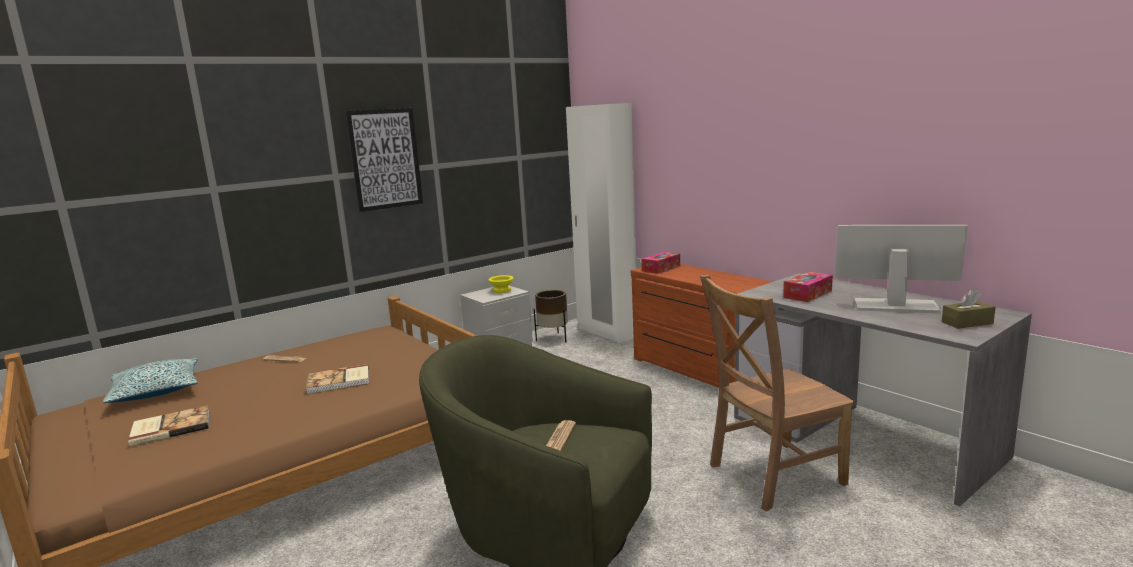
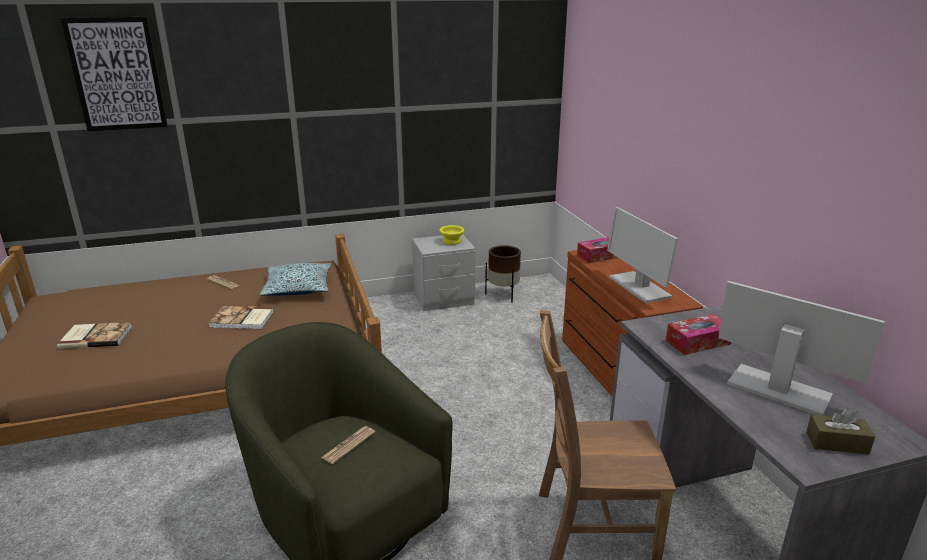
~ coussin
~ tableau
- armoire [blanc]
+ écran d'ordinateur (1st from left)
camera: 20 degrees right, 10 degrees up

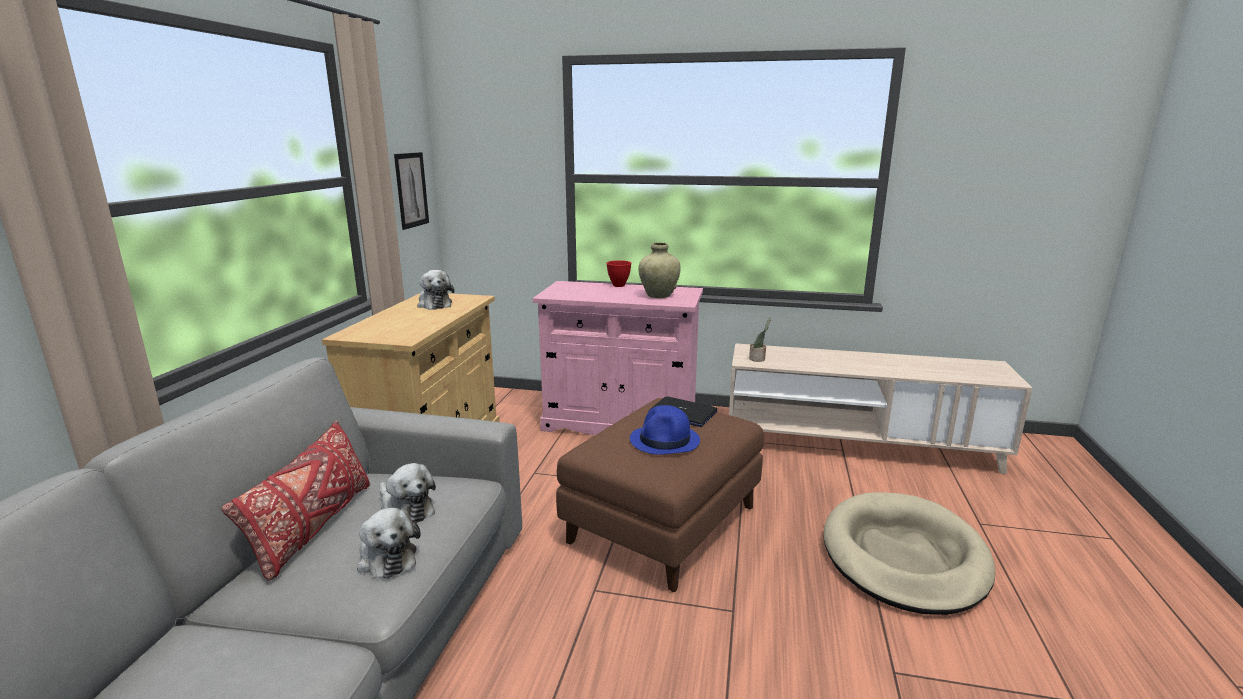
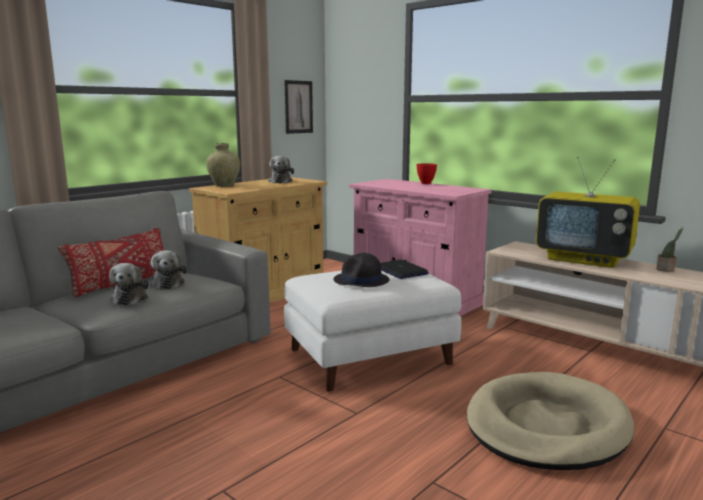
~ pouf [marron] to pouf [blanc]
~ chapeau [bleu] to chapeau [noir]
~ vase [beige]
~ plante en pot
+ téléviseur
camera: 30 degrees right, 5 degrees down

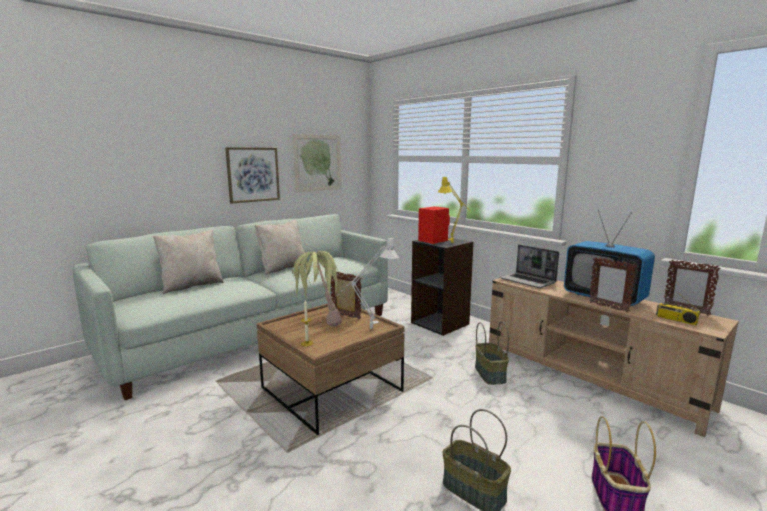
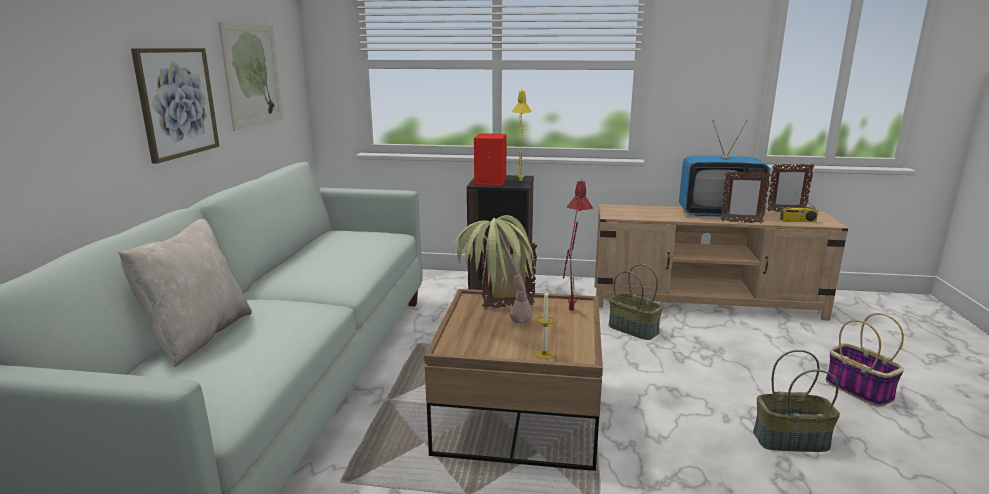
- coussin [beige] (2nd from left)
~ lampe de table [blanc] to lampe de table [rouge]
- ordinateur portable
camera: 40 degrees left, 5 degrees up

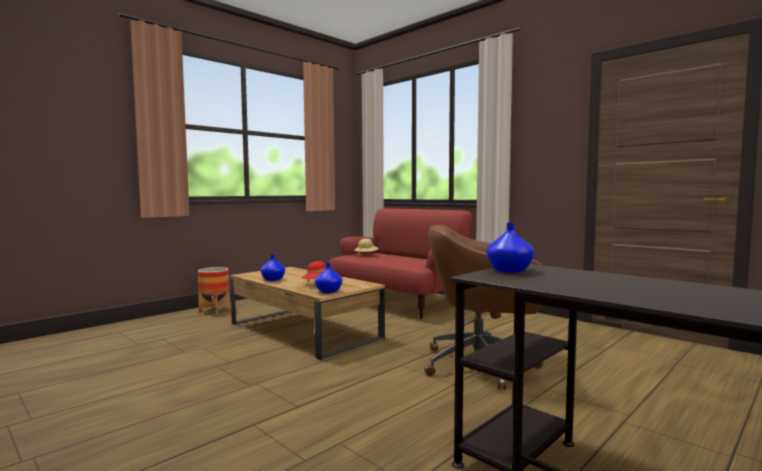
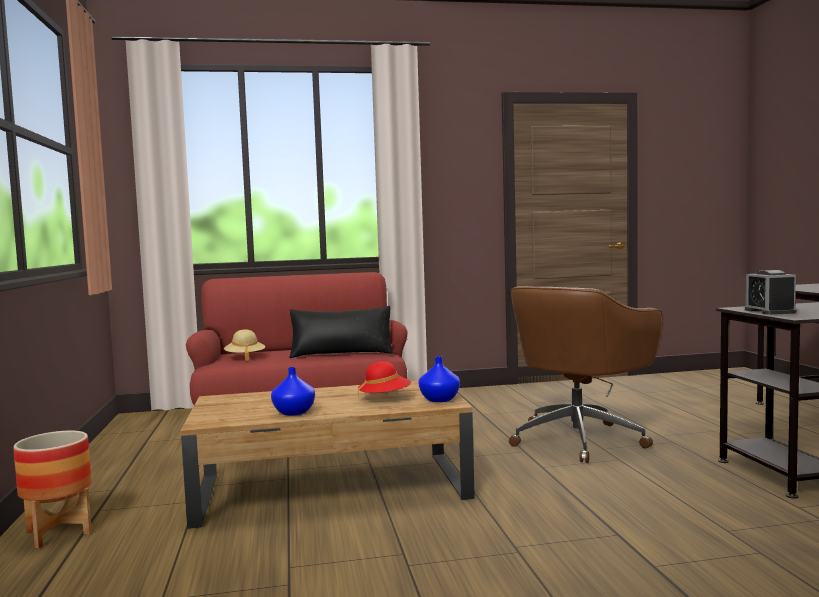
~ vase [bleu] (3rd from left) to réveil
+ coussin [noir]
camera: 55 degrees left, 0 degrees up

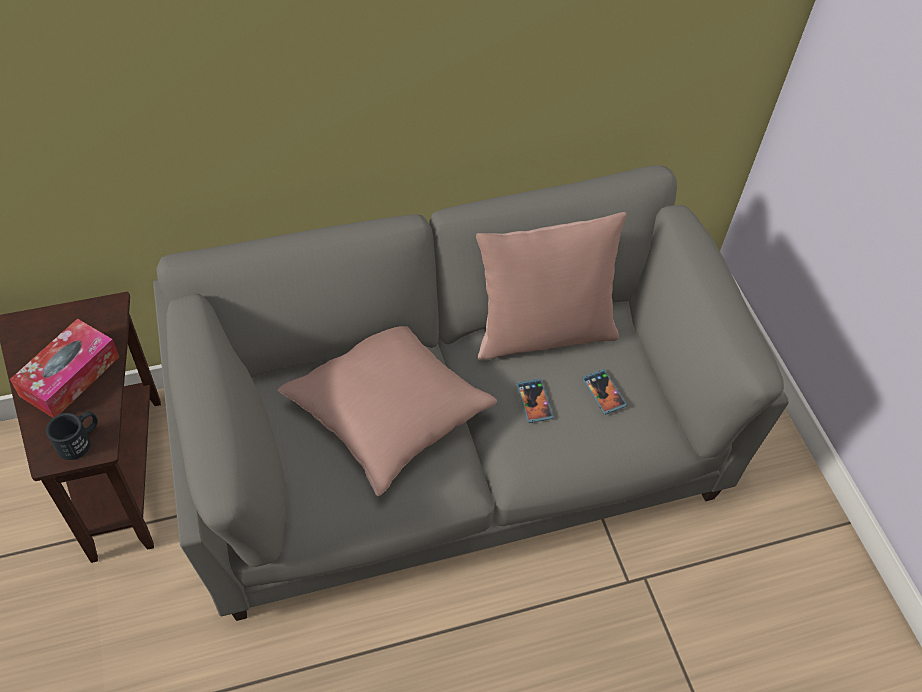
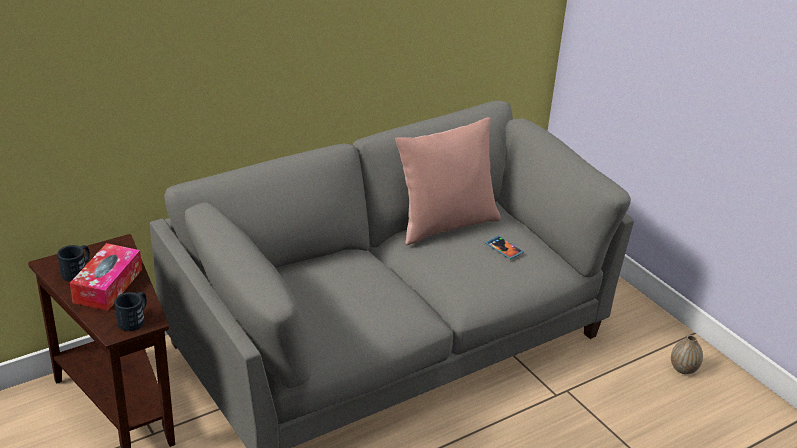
- coussin [rose] (1st from left)
- téléphone (1st from left)
+ mug [noir] (1st from left)
+ vase
camera: 15 degrees left, 20 degrees down

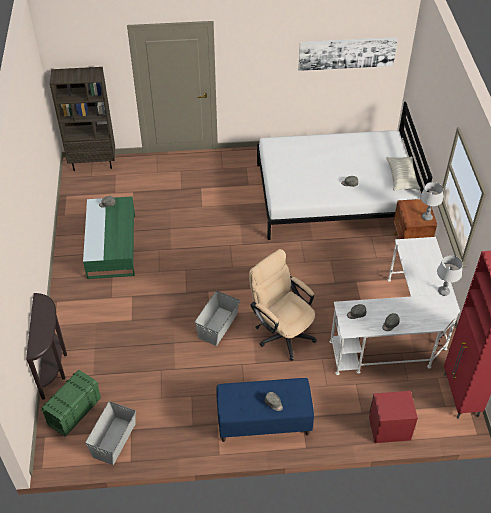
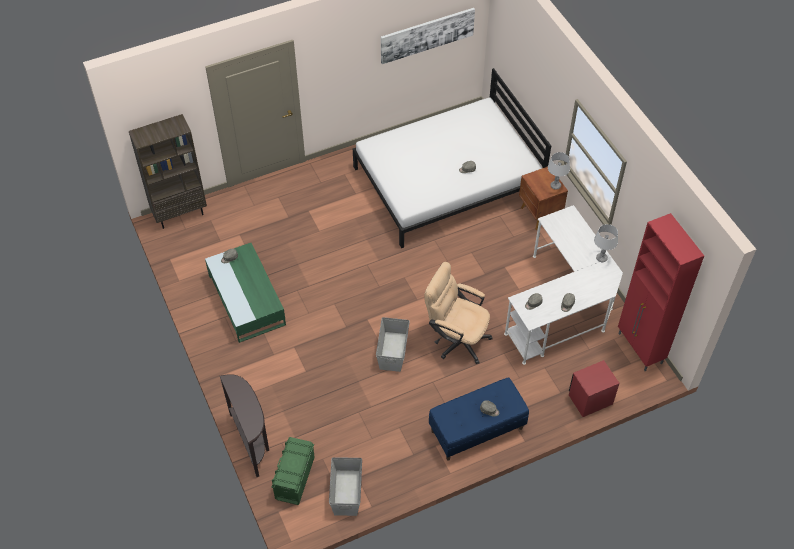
- coussin
camera: 20 degrees left, 5 degrees up

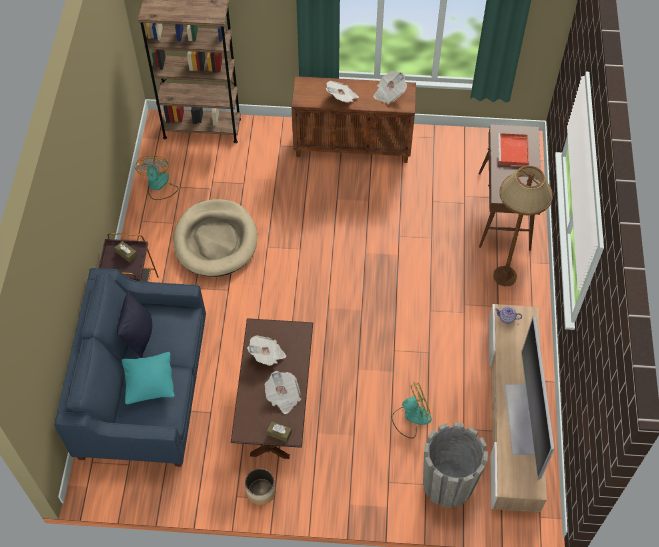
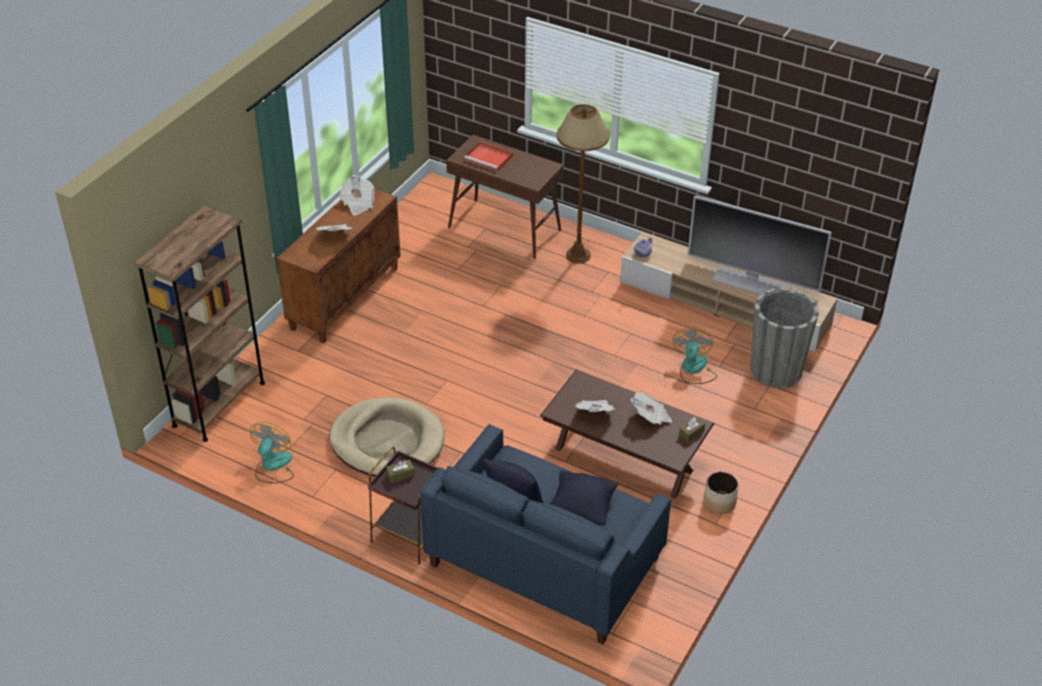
~ coussin [turquoise] to coussin [noir] (2nd from left)
~ ventilateur (1st from left) 90 degrees clockwise
camera: 65 degrees left, 15 degrees down

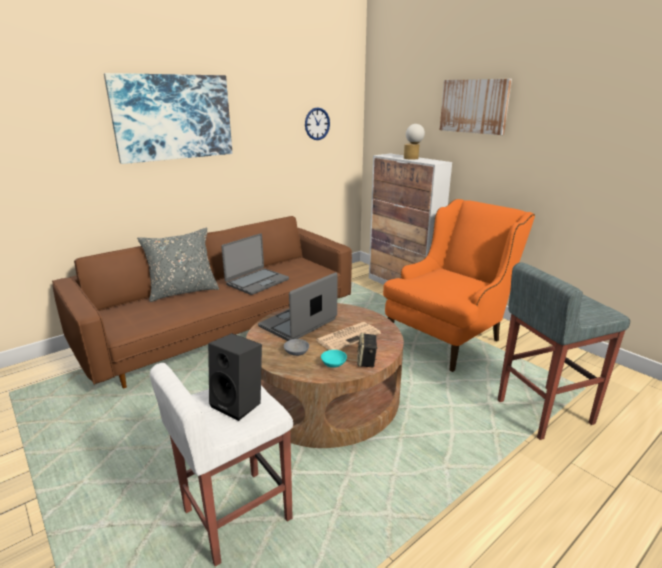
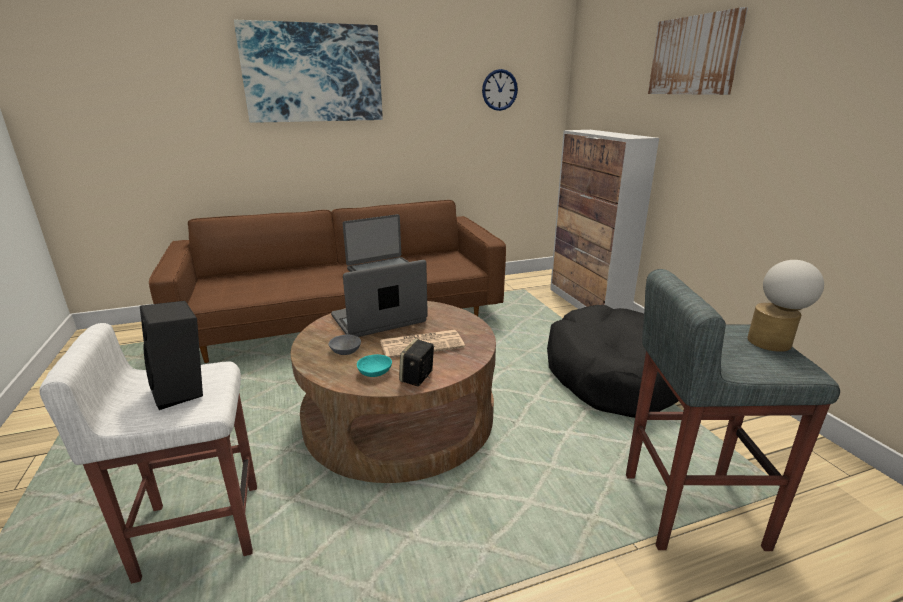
- coussin [gris]
~ fauteuil [orange] to panier pour chien [noir]
~ lampe de table
camera: 20 degrees right, 0 degrees up

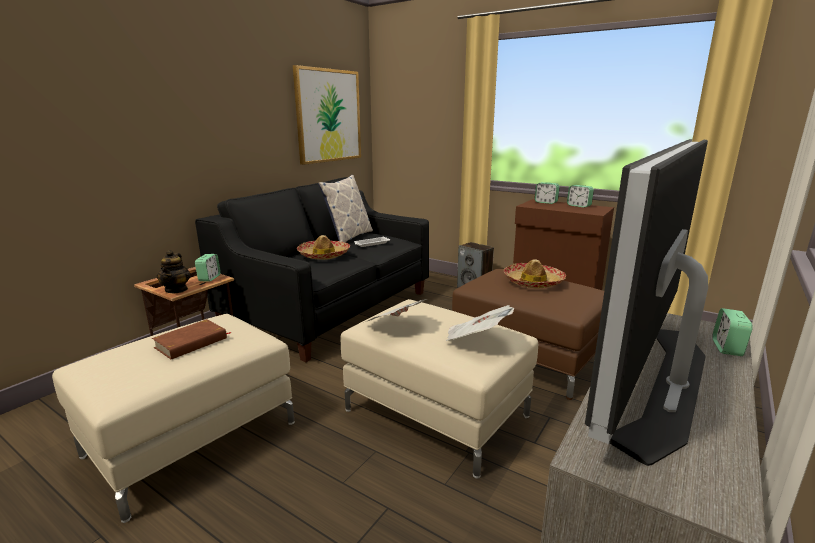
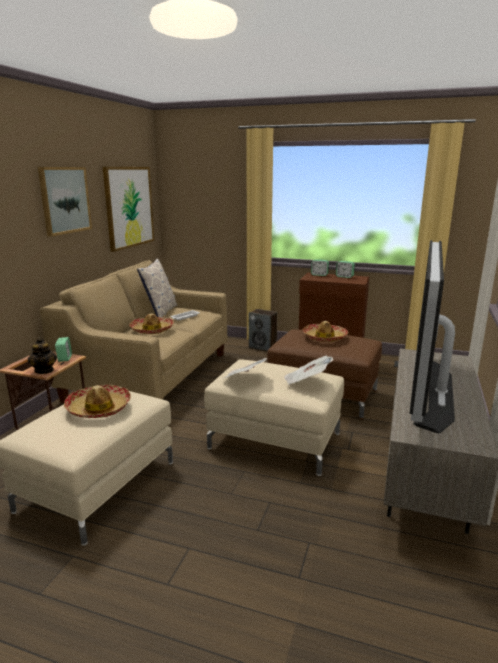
~ livre [marron] to chapeau (1st from left)
~ canapé [noir] to canapé [beige]
- réveil (4th from left)
+ tableau (1st from left)
camera: 15 degrees left, 0 degrees up

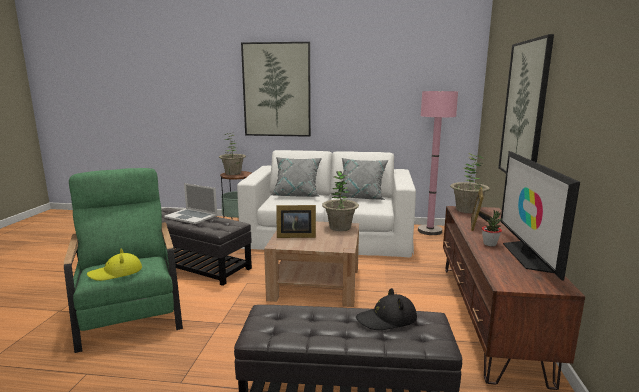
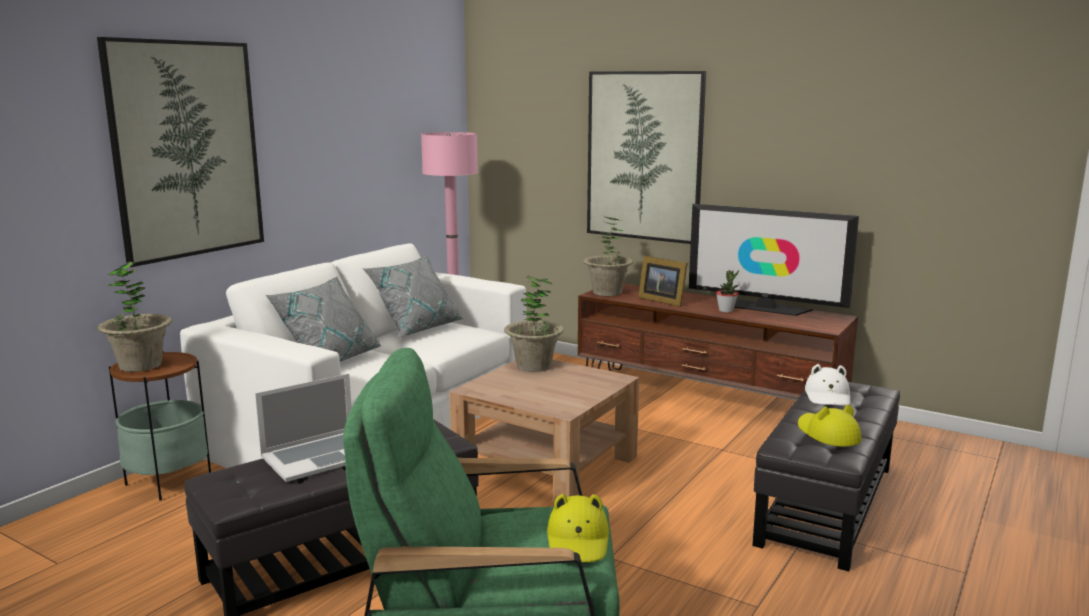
- cadre photo (1st from left)
~ chapeau [noir] to chapeau [blanc]
+ chapeau [jaune] (2nd from left)
camera: 65 degrees left, 0 degrees up

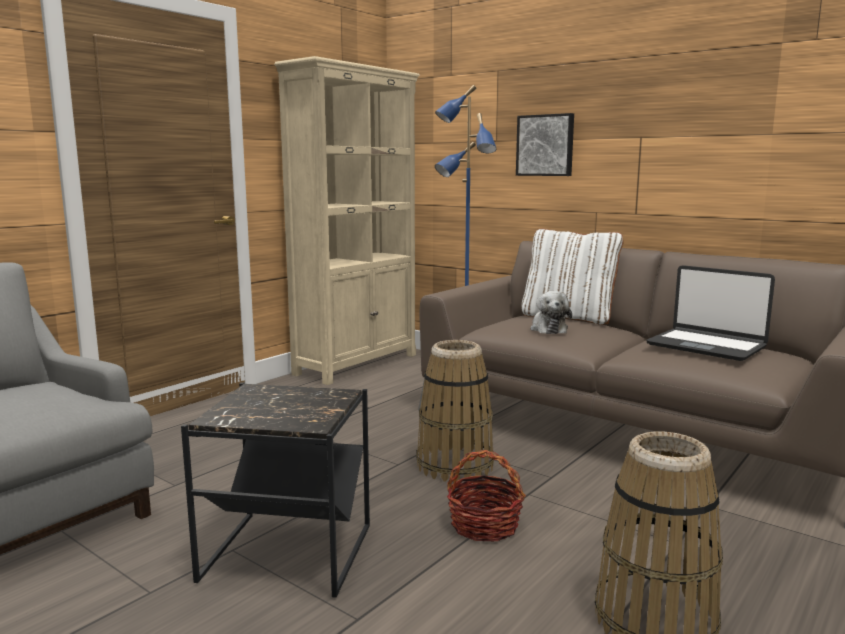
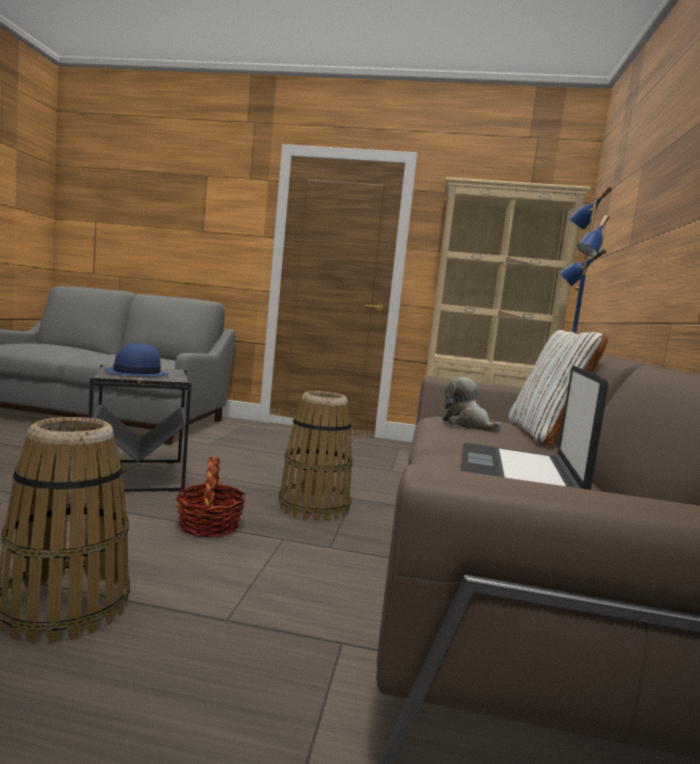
- tableau
~ peluche 90 degrees clockwise
+ chapeau [bleu]
camera: 60 degrees right, 5 degrees down

